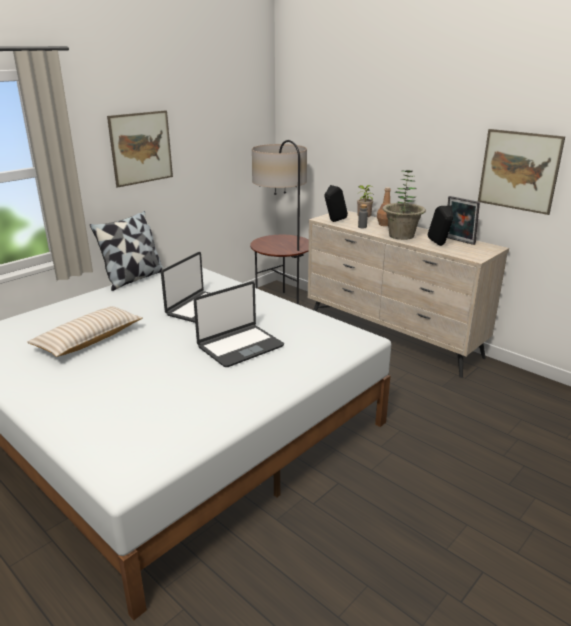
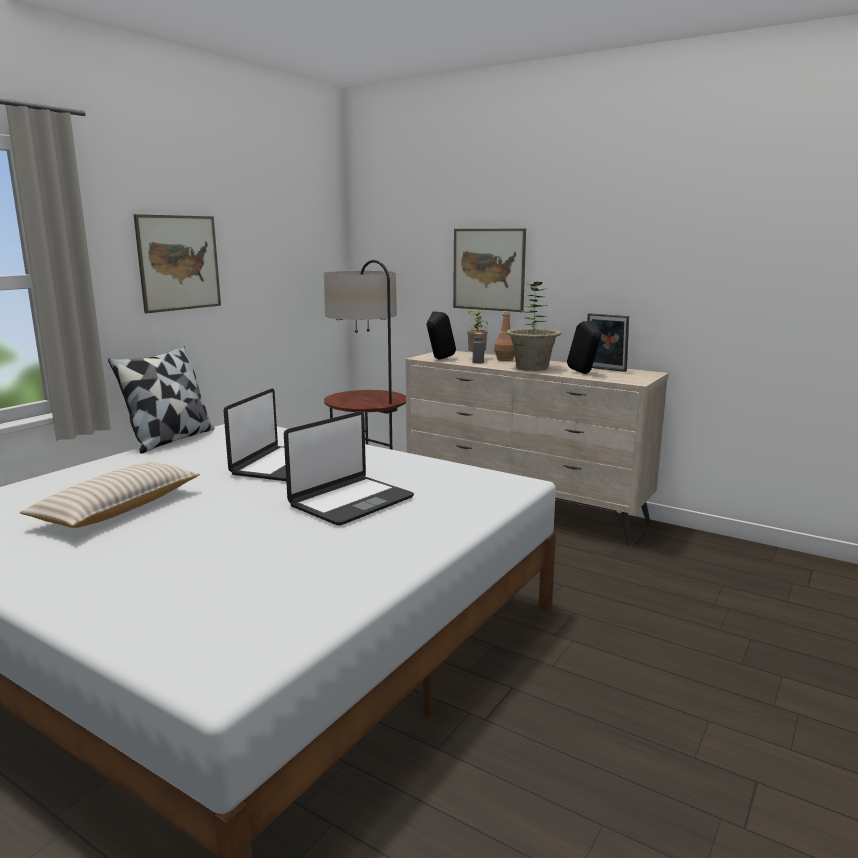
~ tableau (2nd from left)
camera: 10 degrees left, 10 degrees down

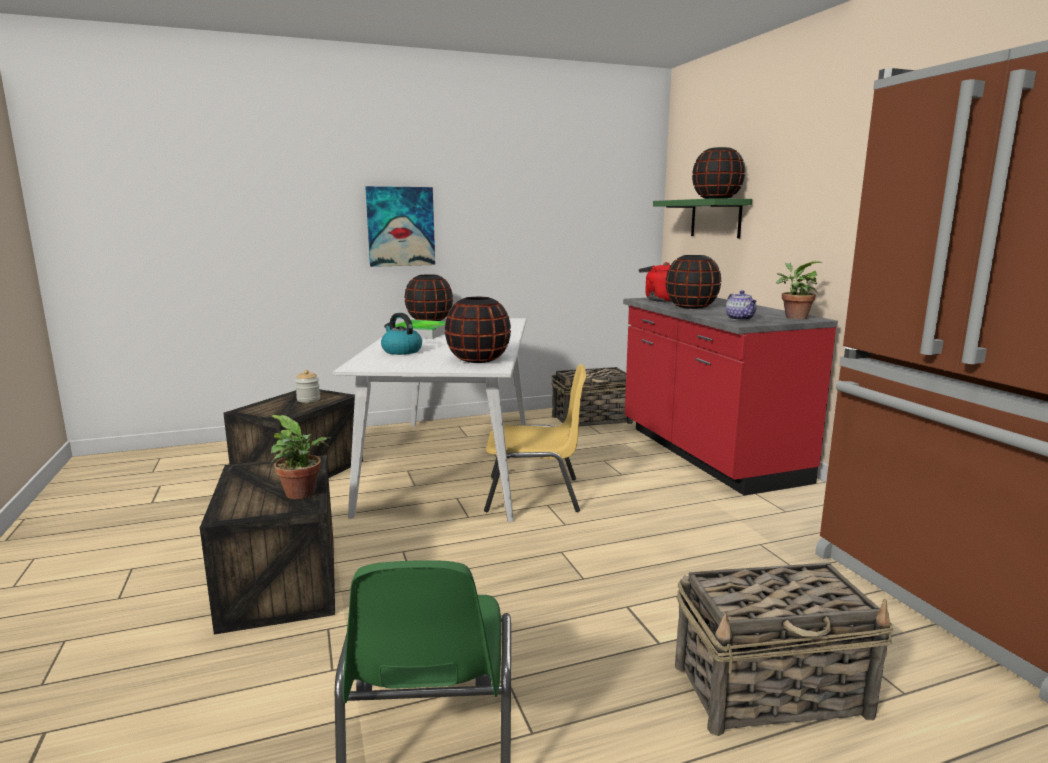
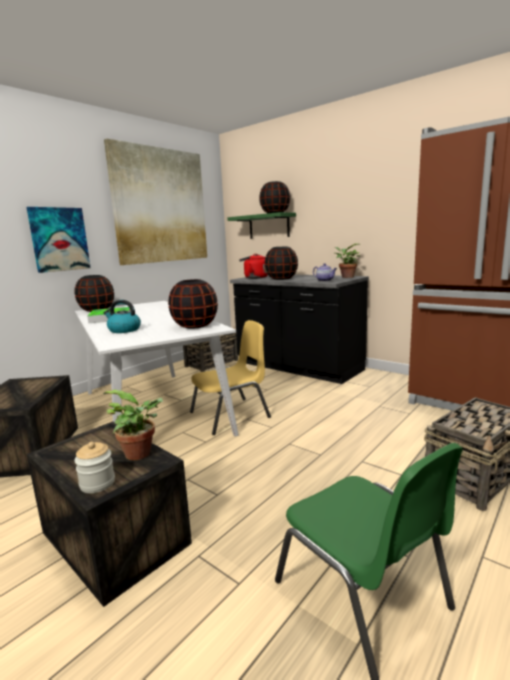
~ bocal
~ comptoir de cuisine [rouge] to comptoir de cuisine [noir]
+ tableau (2nd from left)
camera: 30 degrees left, 0 degrees up

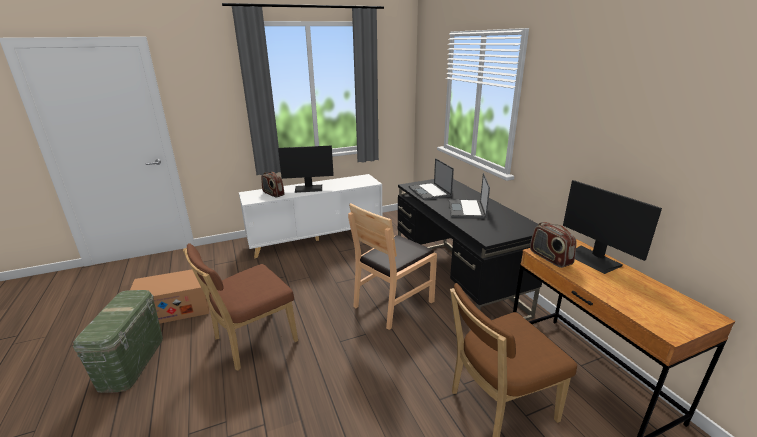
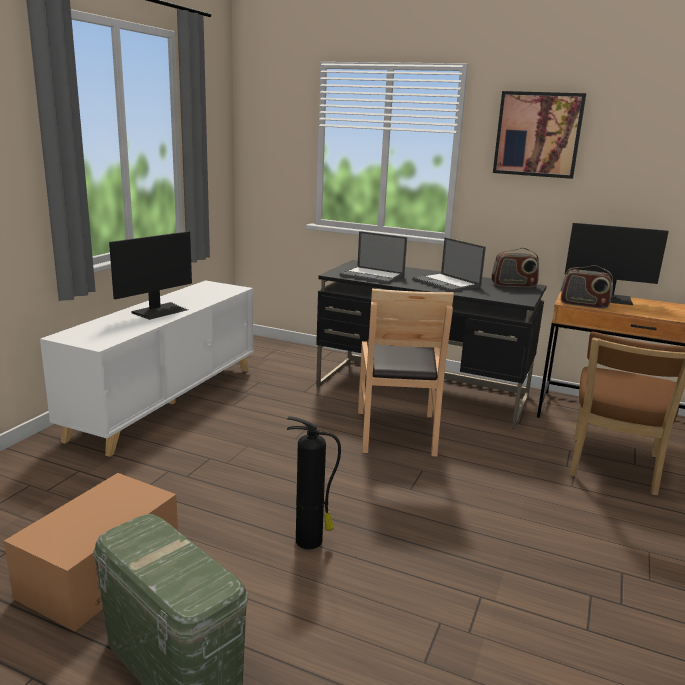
~ chaise [marron] (1st from left) to extincteur
~ radio (1st from left)
+ tableau
camera: 45 degrees left, 5 degrees down

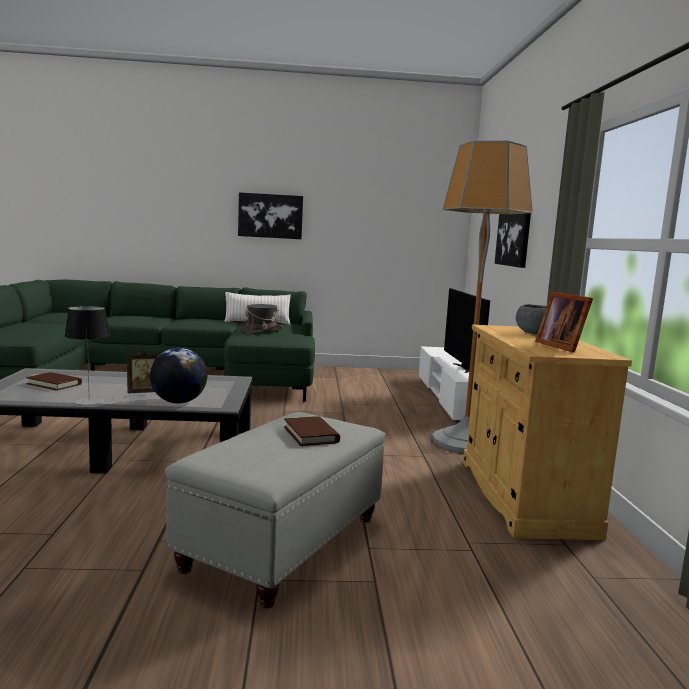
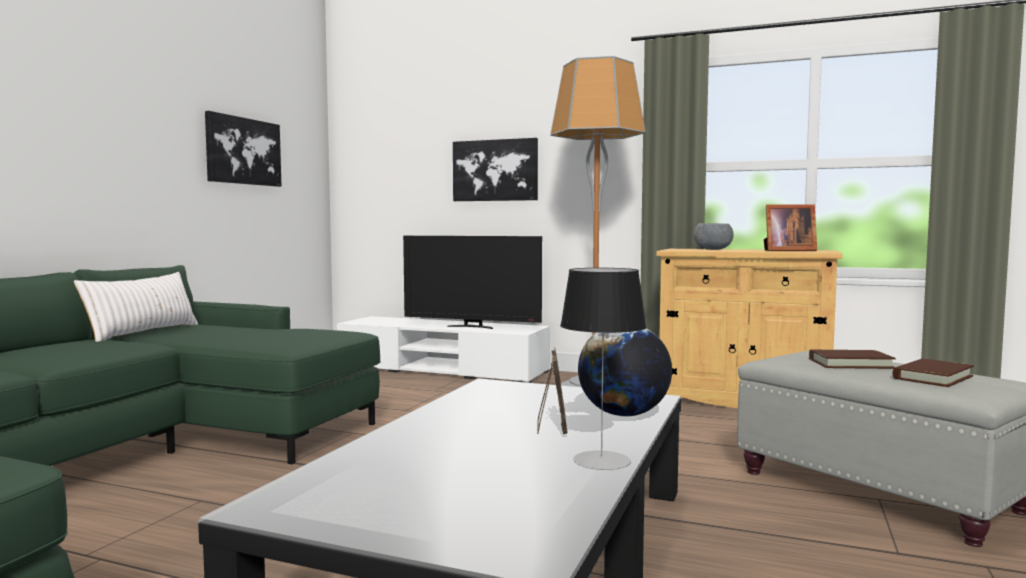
~ livre [marron] (1st from left in the first image) to livre [marron] (2nd from left)
~ tableau (1st from left)
- chapeau [gris]
camera: 65 degrees left, 5 degrees down

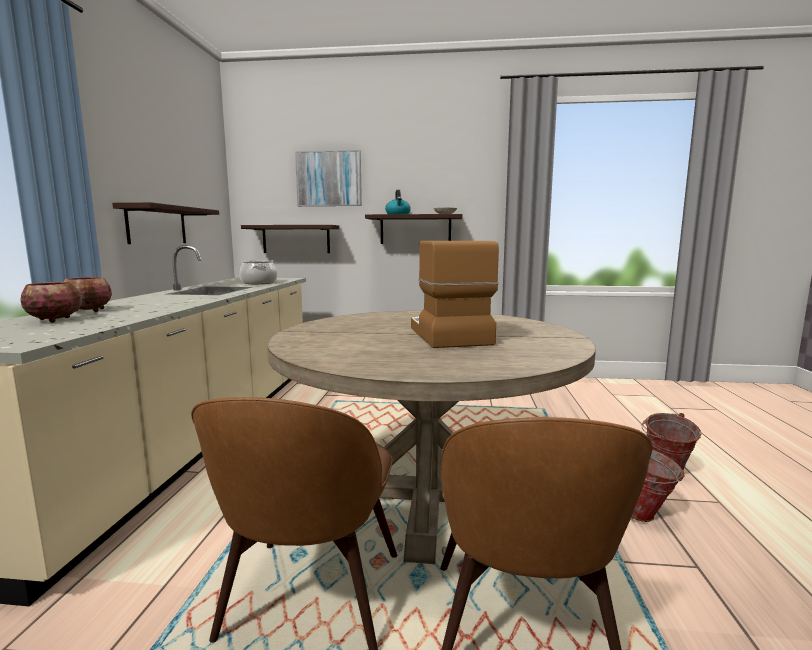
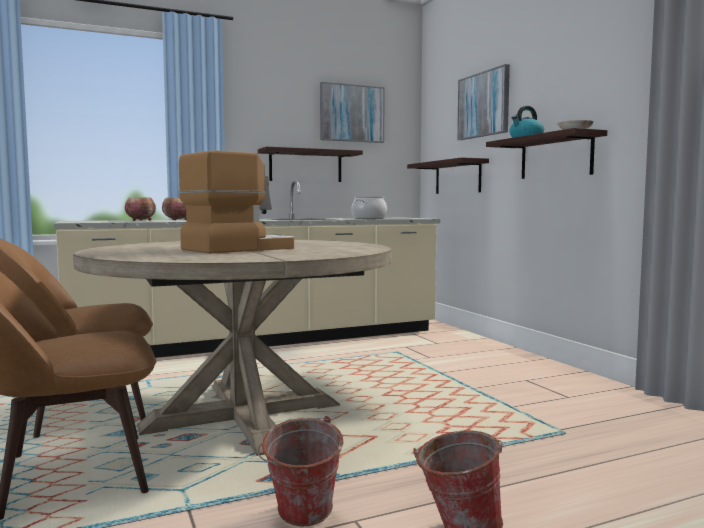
+ tableau (1st from left)
camera: 60 degrees right, 5 degrees down

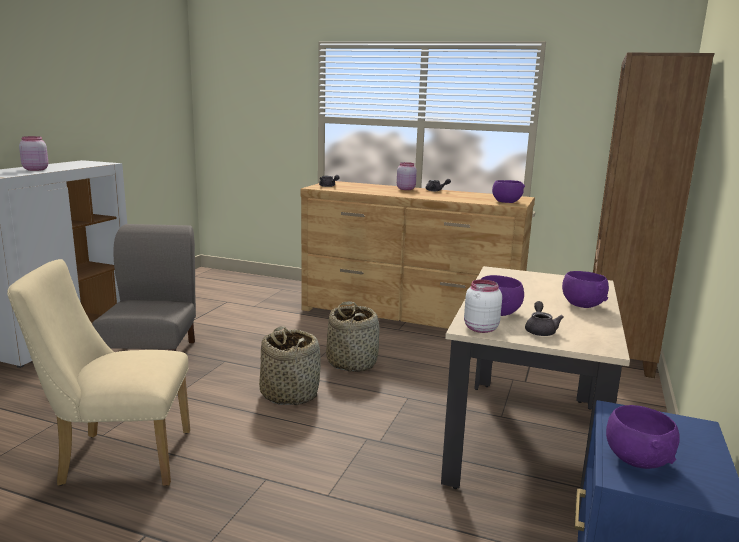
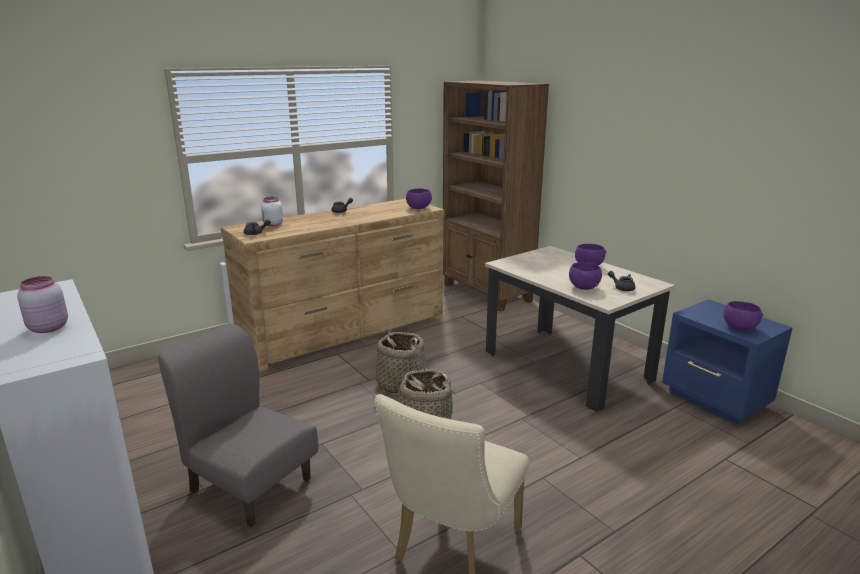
- bocal [rose] (2nd from left)
~ bocal [blanc]
camera: 55 degrees left, 5 degrees up

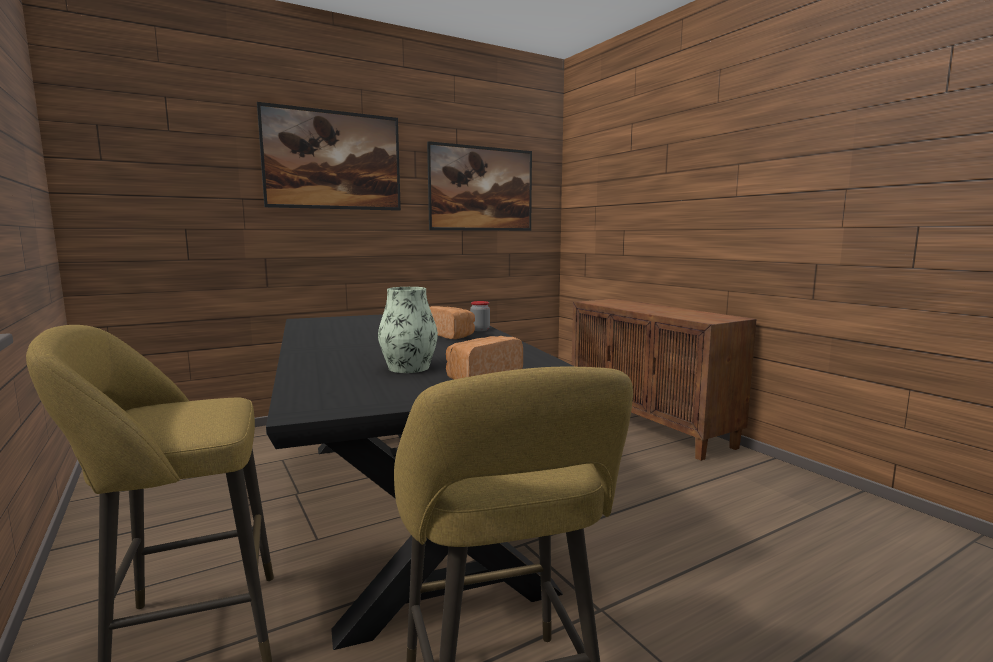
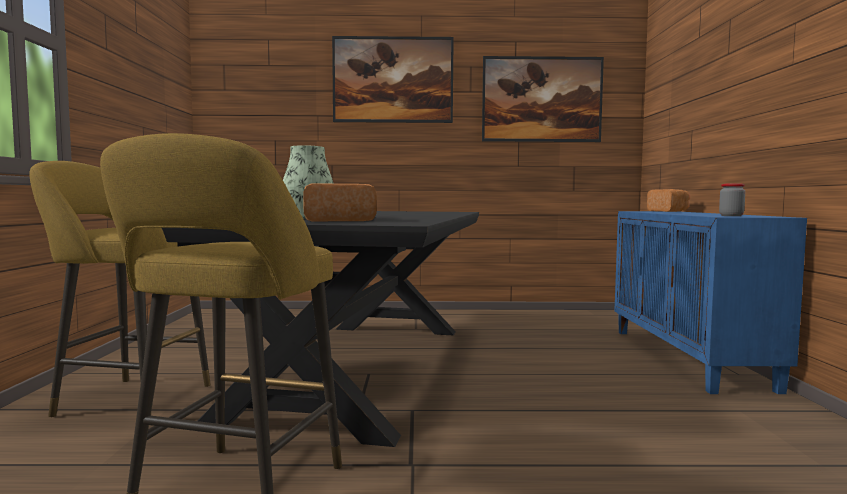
~ pain (1st from left in the first image) to pain (2nd from left)
~ bocal
~ meuble de rangement [marron] to meuble de rangement [bleu]
camera: 30 degrees right, 5 degrees down

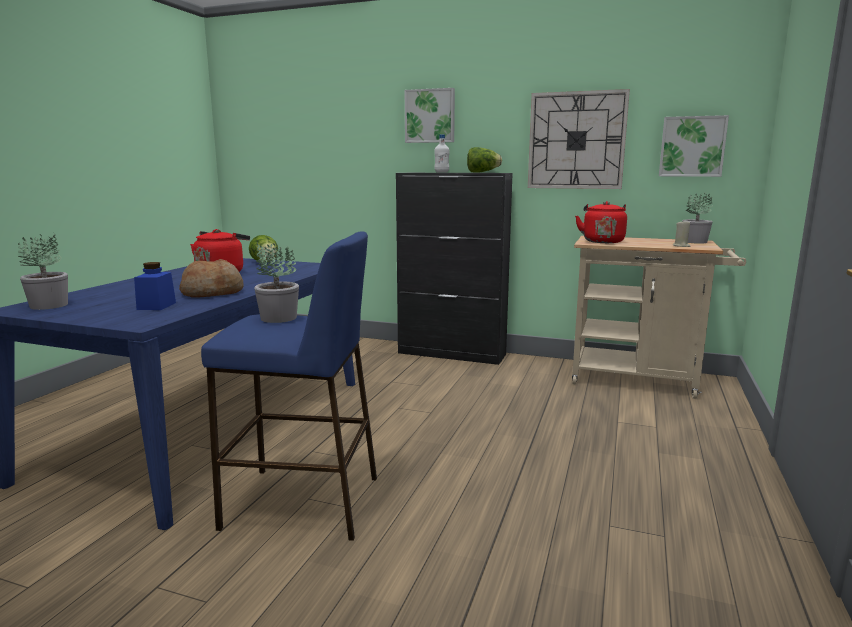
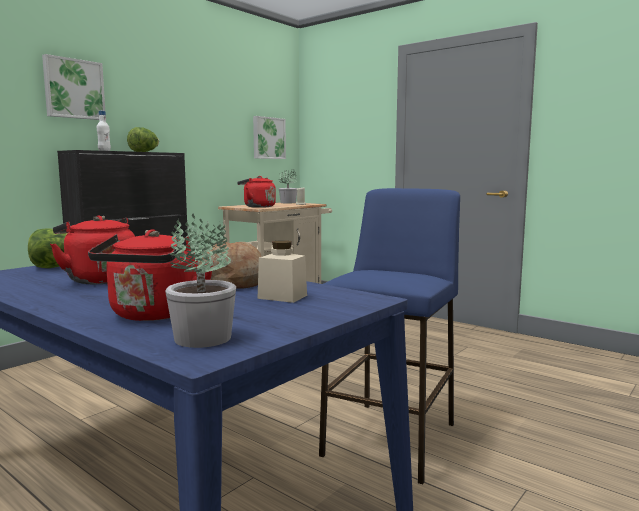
~ bocal [bleu] to bocal [beige]
- plante en pot (2nd from left)
- horloge murale
+ bouilloire [rouge] (2nd from left)
camera: 70 degrees left, 5 degrees down

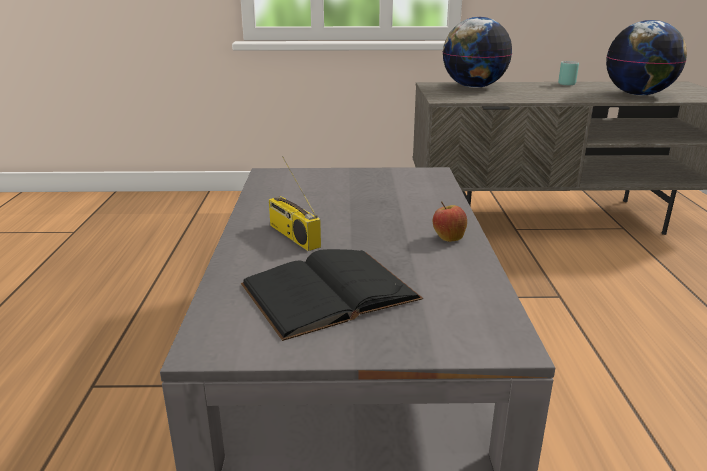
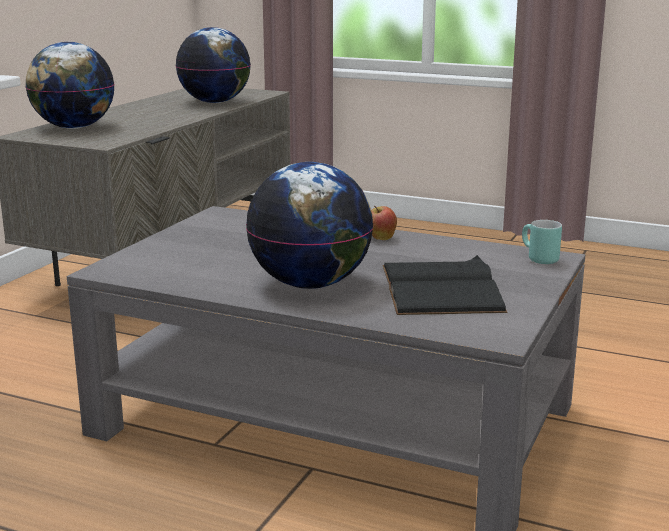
~ radio to globe (3rd from left)
~ mug [turquoise]
camera: 65 degrees left, 5 degrees down

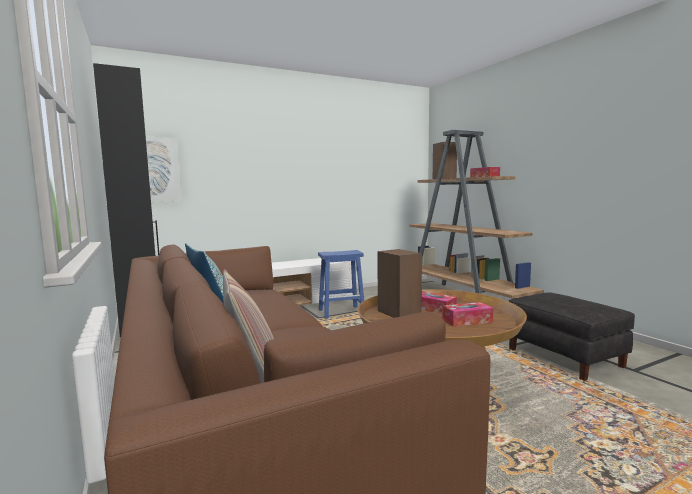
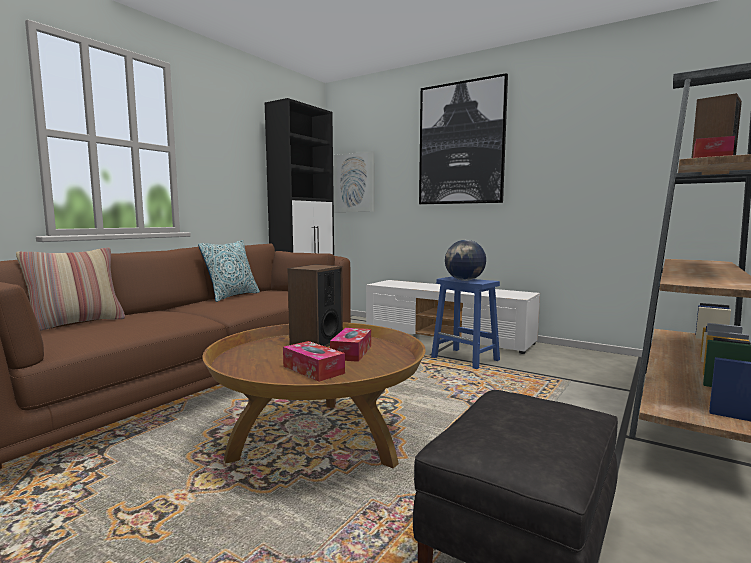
+ tableau (2nd from left)
+ globe
camera: 60 degrees right, 0 degrees up

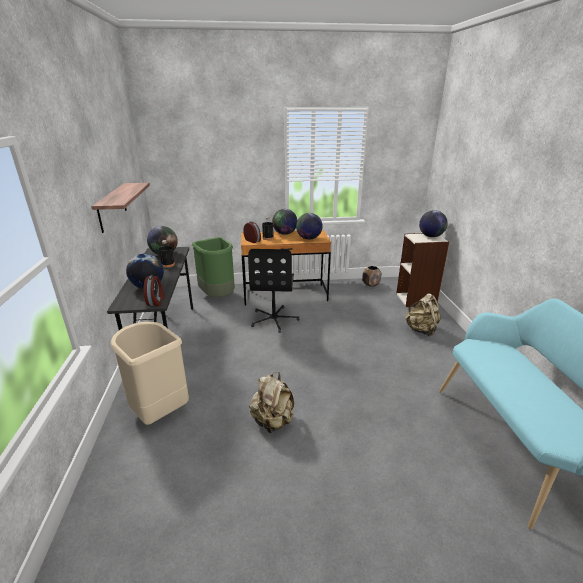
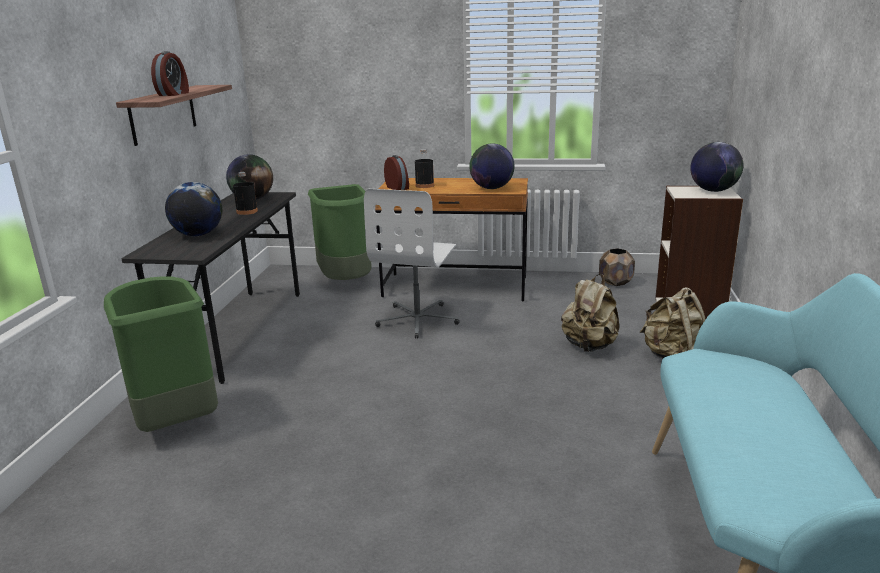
~ poubelle [beige] to poubelle [vert] (1st from left)
~ réveil (1st from left)
~ chaise de bureau [noir] to chaise de bureau [blanc]
~ sac à dos [beige] (1st from left)
- globe (3rd from left)
camera: 15 degrees right, 5 degrees down

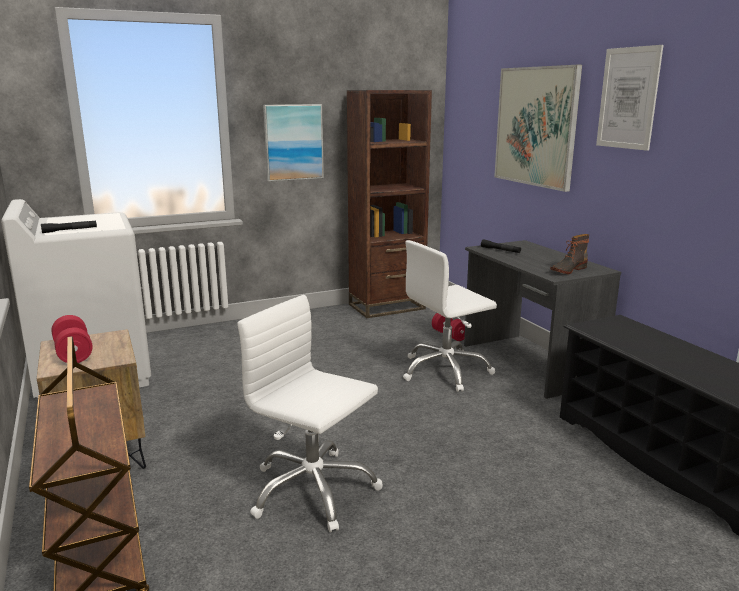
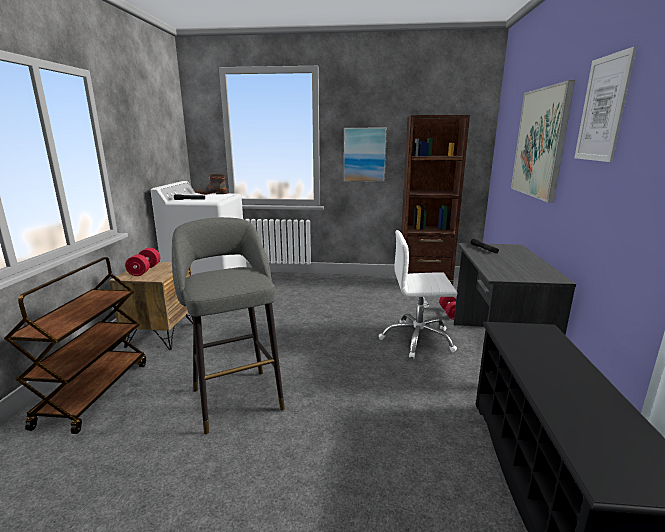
~ chaise de bureau [blanc] (1st from left) to tabouret [gris]
~ botte
camera: 30 degrees right, 0 degrees up

